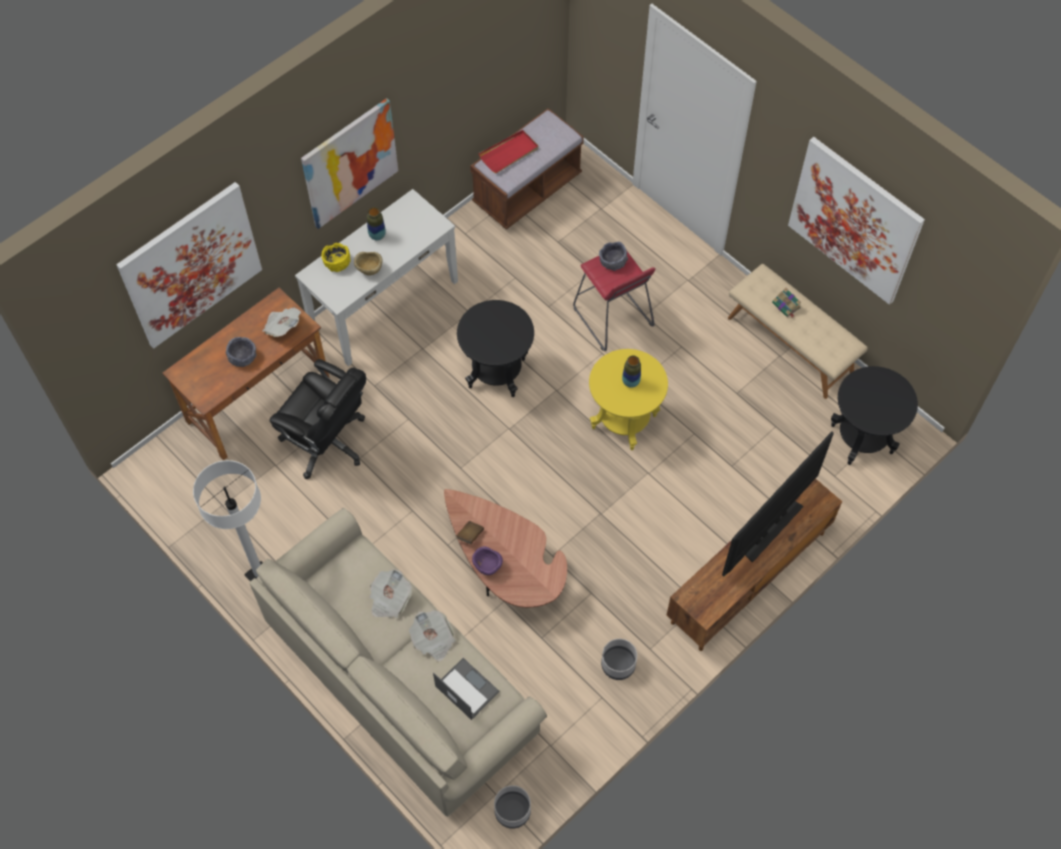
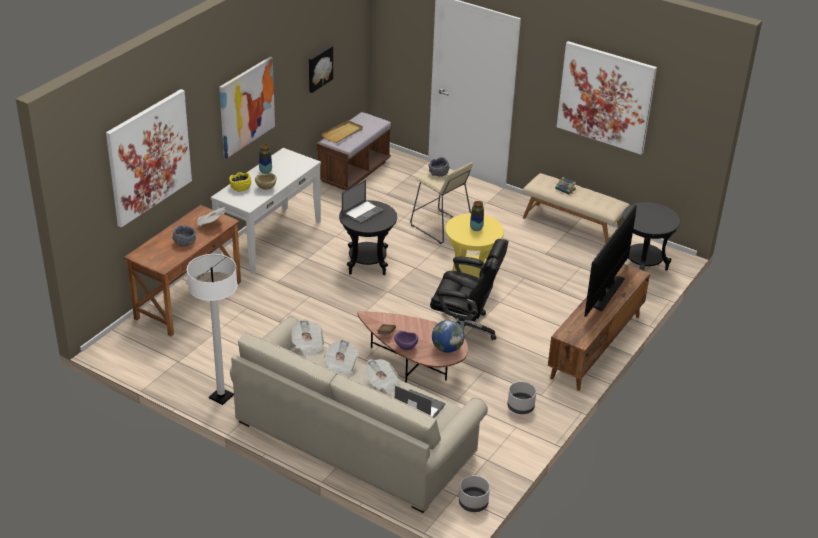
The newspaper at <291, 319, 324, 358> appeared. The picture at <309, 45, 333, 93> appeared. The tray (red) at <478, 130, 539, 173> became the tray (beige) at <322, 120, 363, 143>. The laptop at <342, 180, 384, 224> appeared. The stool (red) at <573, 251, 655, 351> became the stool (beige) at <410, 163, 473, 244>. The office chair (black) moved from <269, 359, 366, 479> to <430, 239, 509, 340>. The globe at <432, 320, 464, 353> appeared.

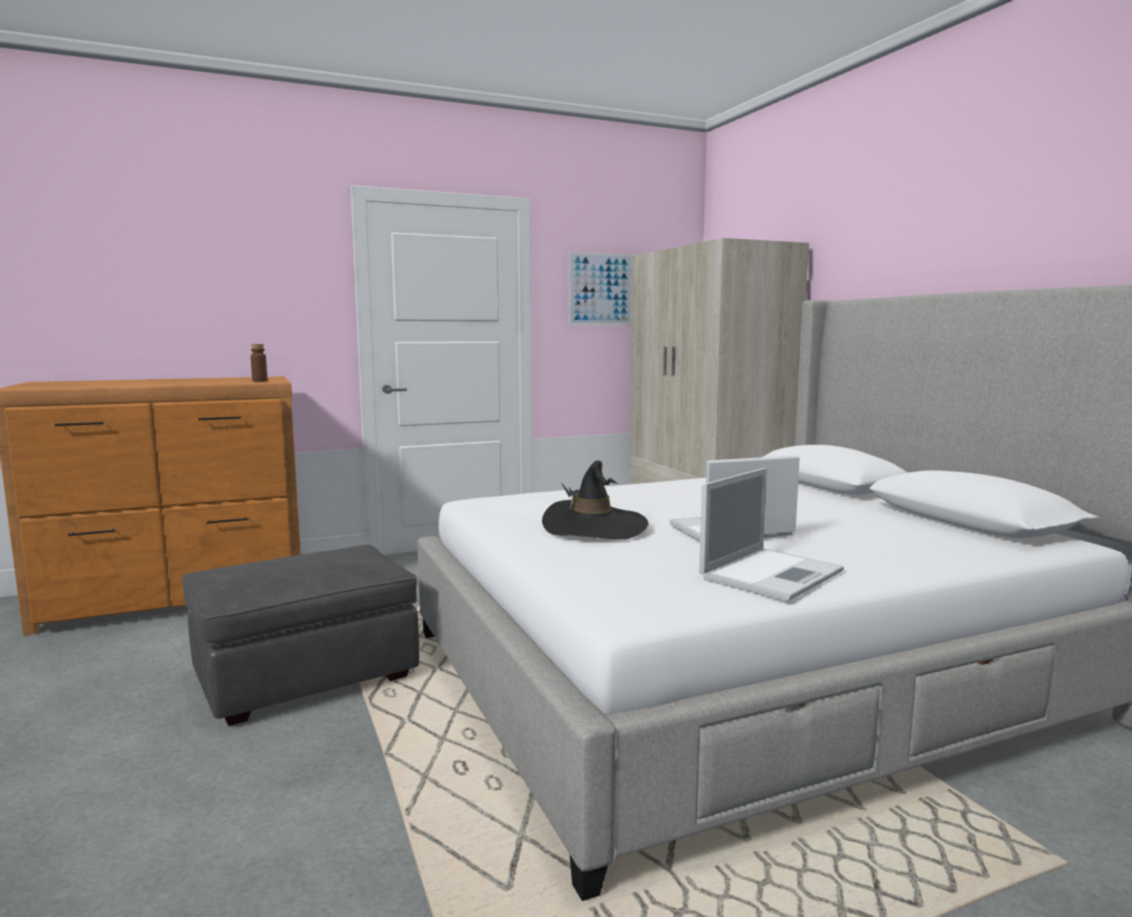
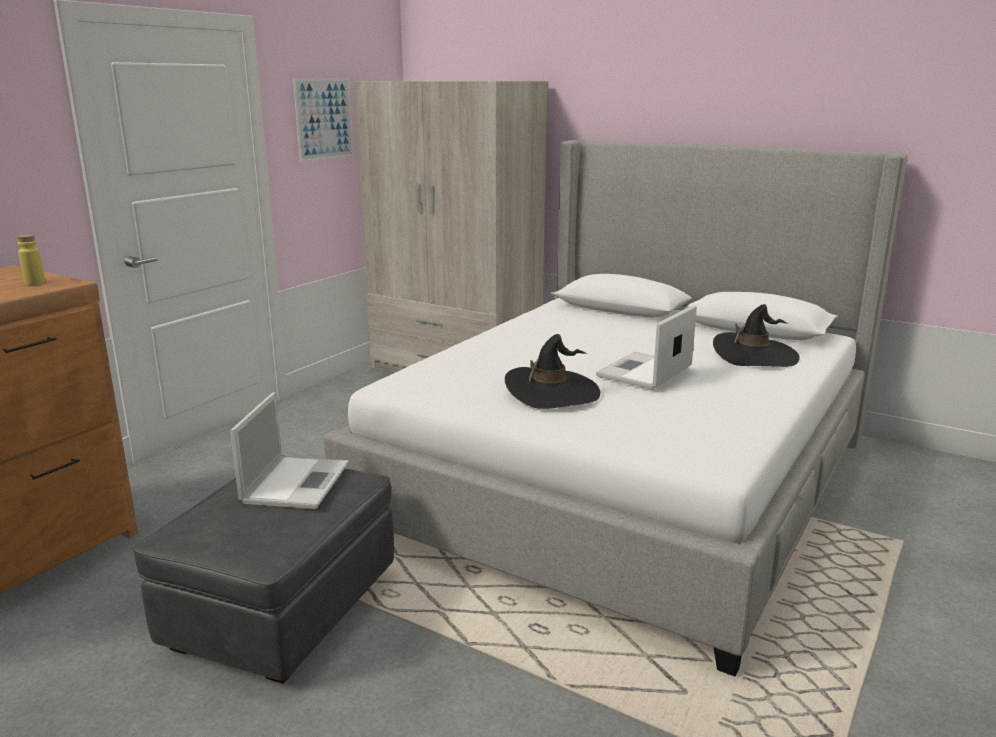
The bottle (brown) at <251, 344, 267, 381> became the bottle (yellow) at <17, 234, 45, 285>. The laptop moved from <699, 468, 844, 601> to <230, 392, 349, 509>. The hat (black) at <713, 304, 800, 367> appeared.

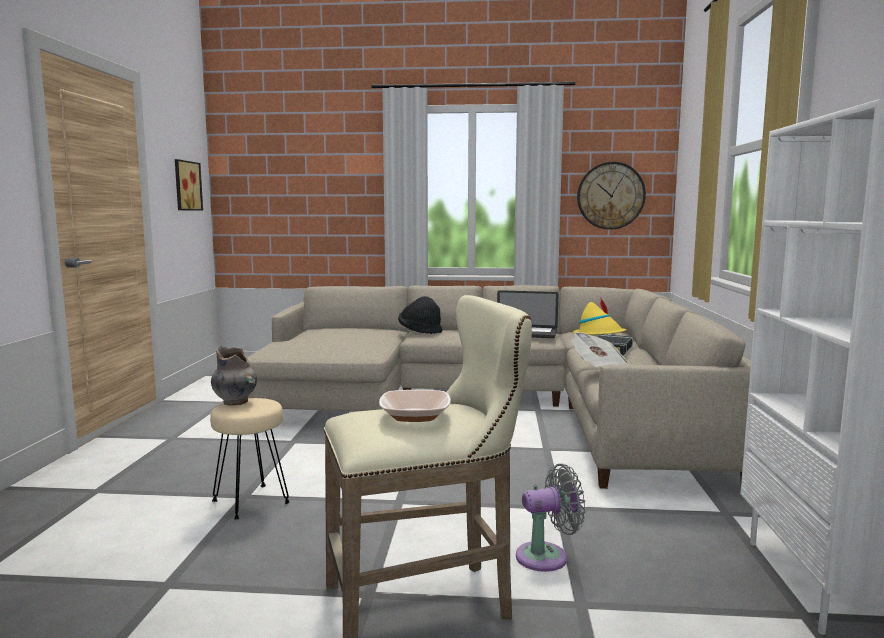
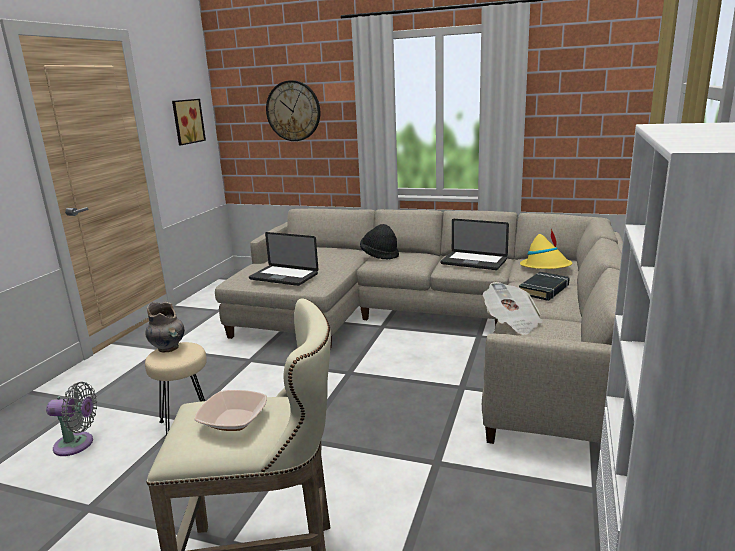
The fan (grey) moved from <516, 464, 586, 572> to <46, 382, 97, 456>. The laptop at <249, 232, 318, 286> appeared. The wall clock moved from <577, 162, 646, 230> to <266, 80, 320, 141>.

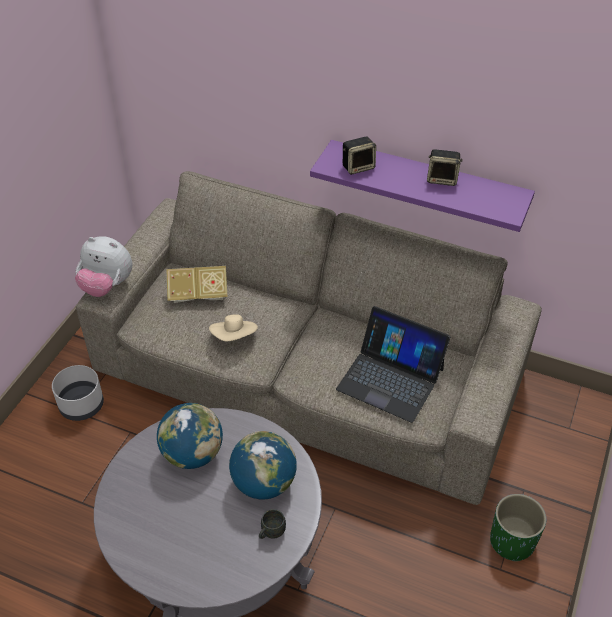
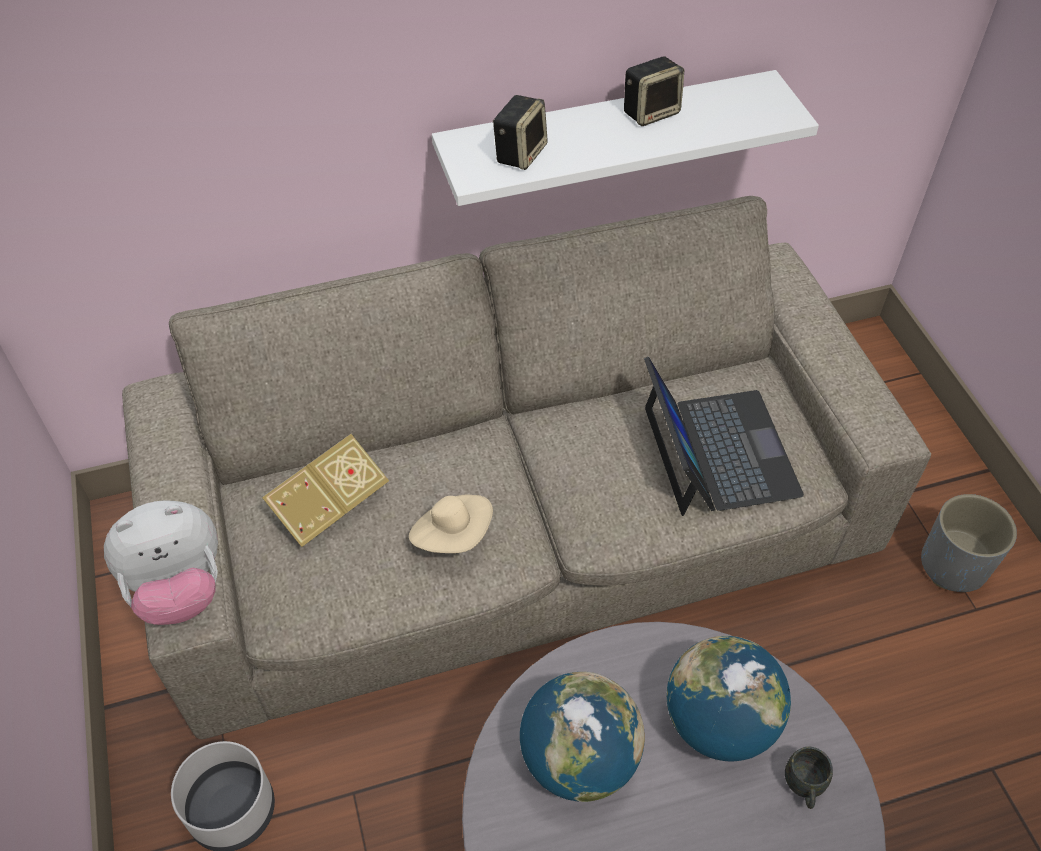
The shelf (purple) at <310, 140, 535, 232> became the shelf (white) at <432, 70, 819, 206>. The laptop at <336, 306, 450, 423> turned 90 degrees counterclockwise. The planter (green) at <490, 494, 546, 562> became the planter (grey) at <921, 494, 1017, 592>.

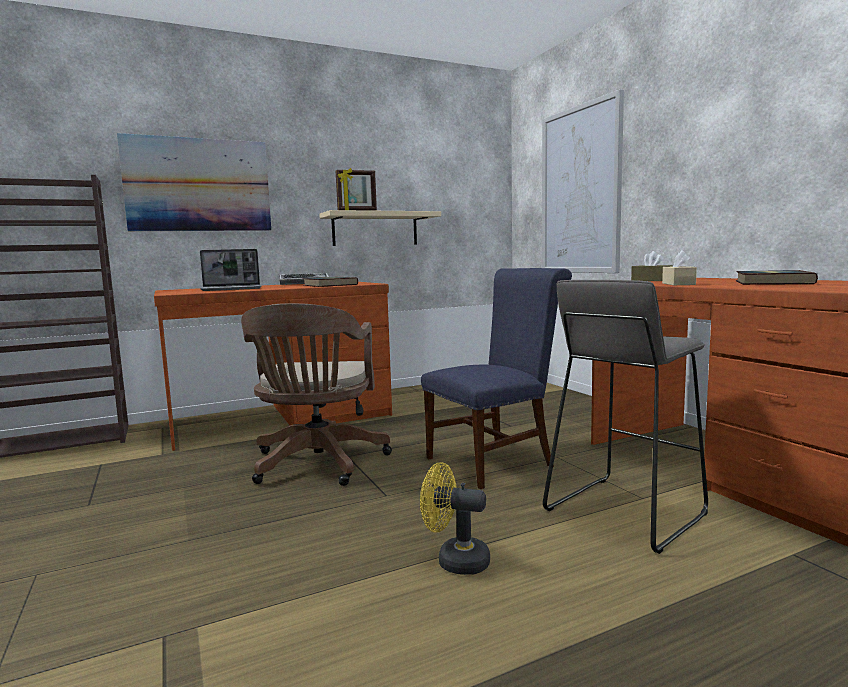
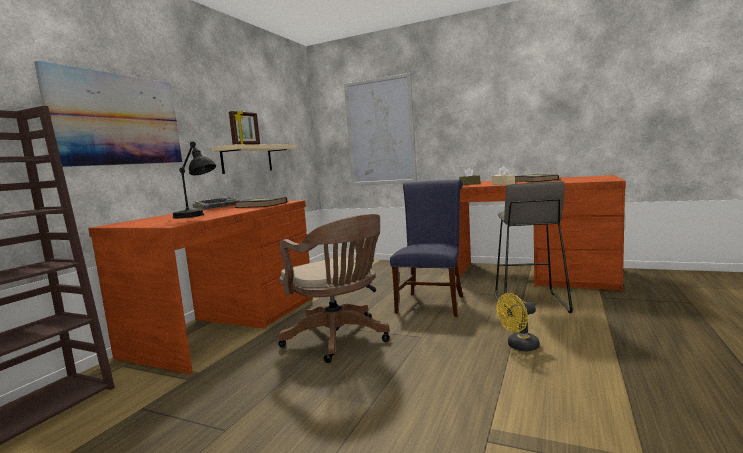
The laptop at <200, 249, 262, 291> was replaced by the table lamp (black) at <173, 142, 216, 218>.

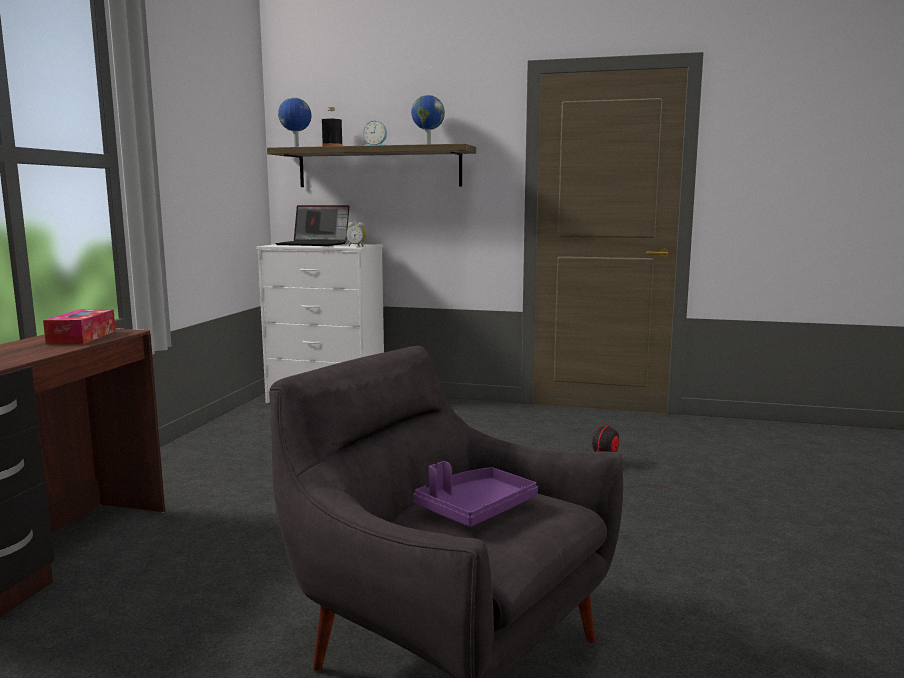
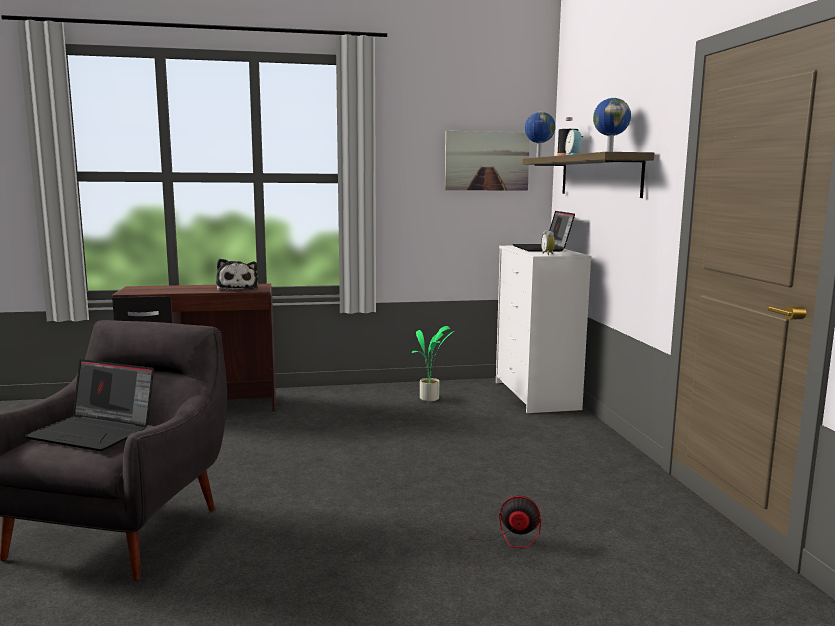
The tray (purple) at <413, 461, 538, 527> was replaced by the laptop at <25, 359, 154, 451>. The tissue box at <43, 309, 116, 344> was replaced by the plush toy at <216, 259, 258, 291>. The potted plant at <412, 326, 454, 402> appeared. The picture at <445, 131, 530, 191> appeared.

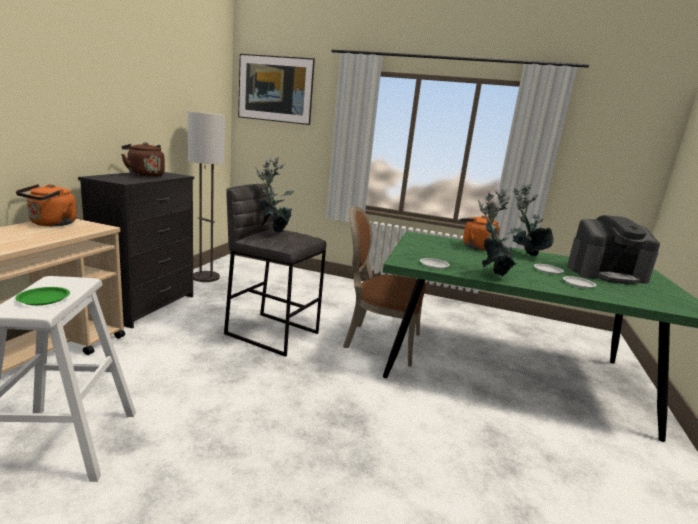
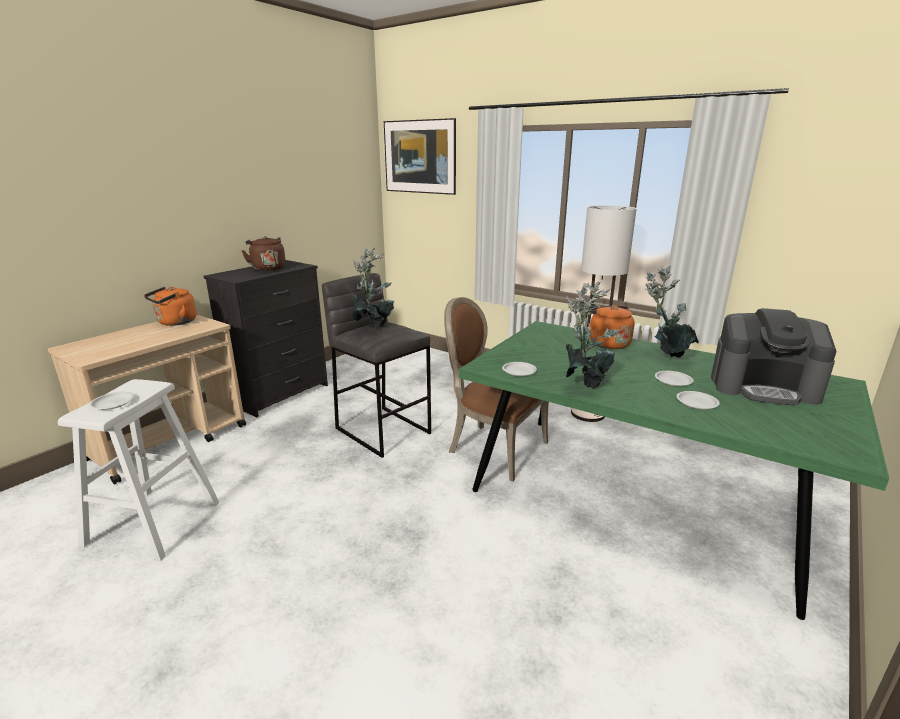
The plate (green) at <15, 287, 70, 305> became the plate (white) at <89, 392, 134, 410>. The floor lamp moved from <188, 111, 225, 282> to <571, 205, 637, 422>.

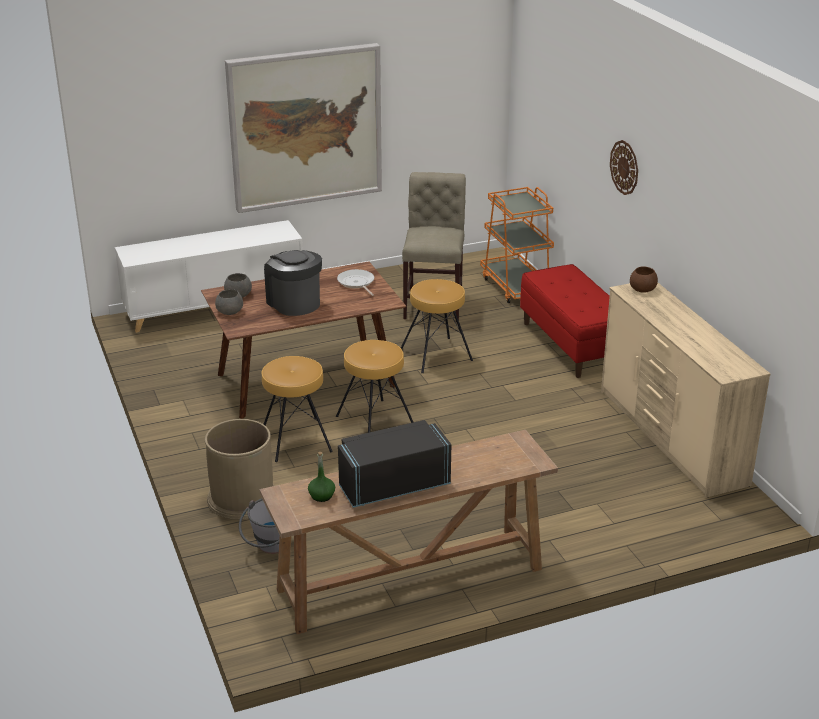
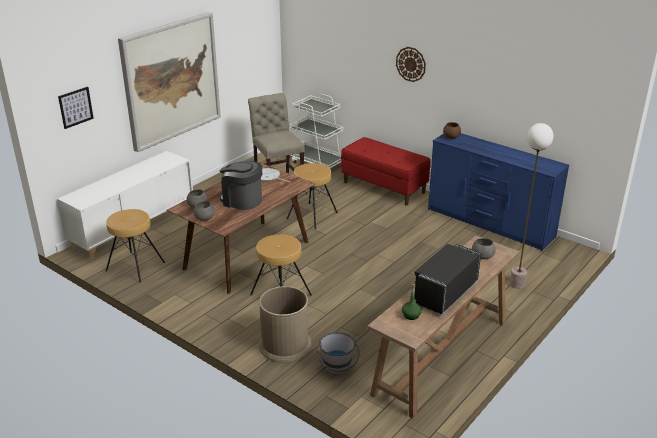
The picture at <58, 87, 94, 129> appeared. The stool (brown) moved from <336, 340, 413, 433> to <106, 209, 165, 282>. The cart (orange) at <480, 187, 554, 303> became the cart (white) at <289, 94, 343, 168>. The dresser (beige) at <601, 283, 771, 498> became the dresser (blue) at <428, 133, 569, 251>. The bowl (grey) at <472, 238, 496, 259> appeared. The floor lamp at <510, 123, 553, 289> appeared.

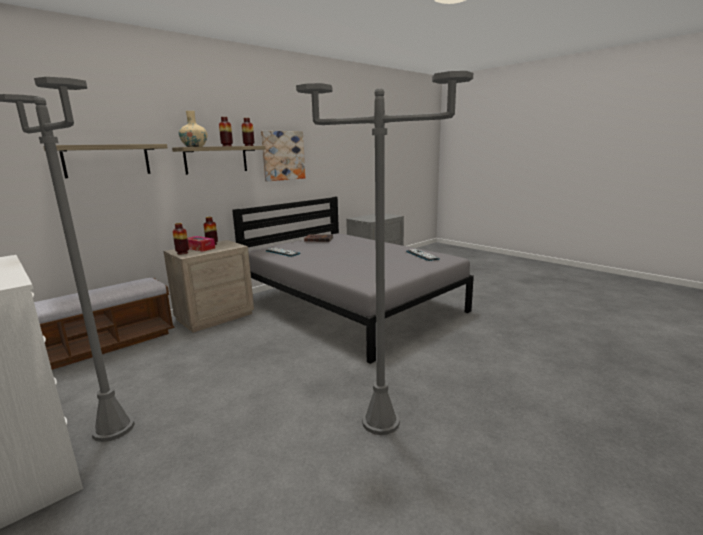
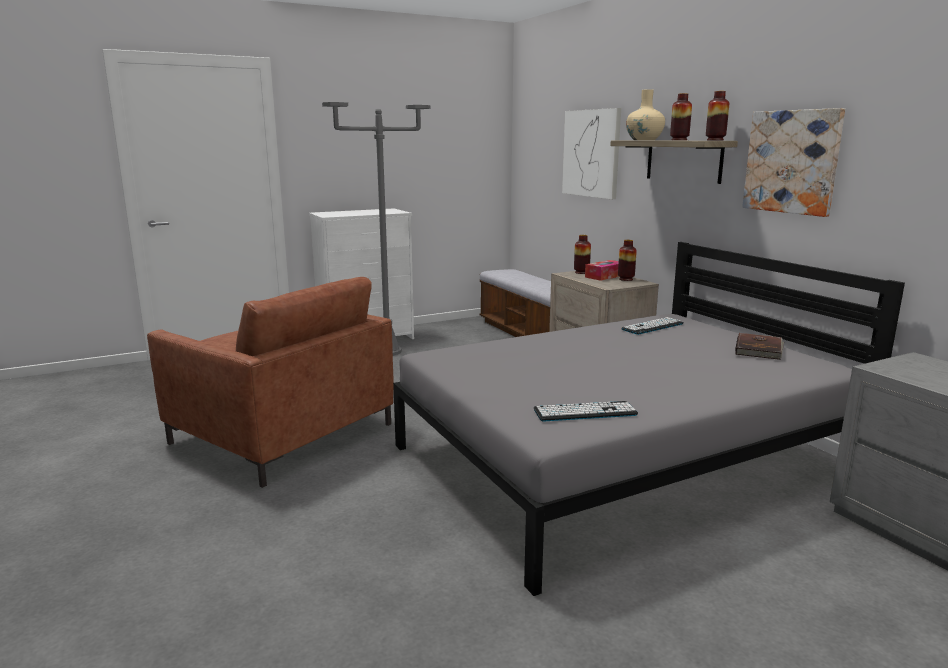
The floor lamp (grey) at <296, 71, 473, 435> was replaced by the armchair (brown) at <147, 277, 393, 488>. The shelf at <43, 144, 167, 178> was replaced by the picture at <562, 108, 621, 199>.

